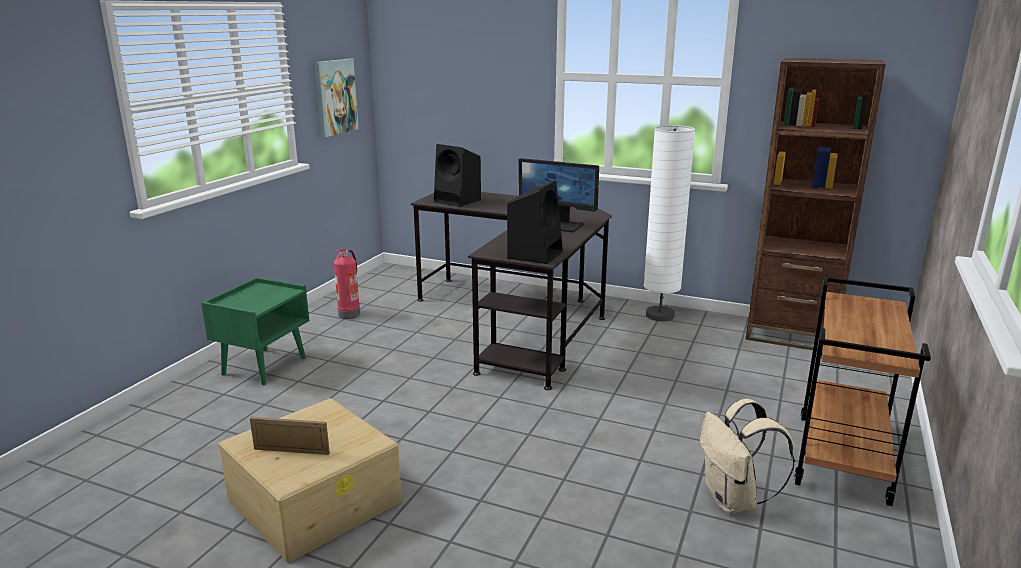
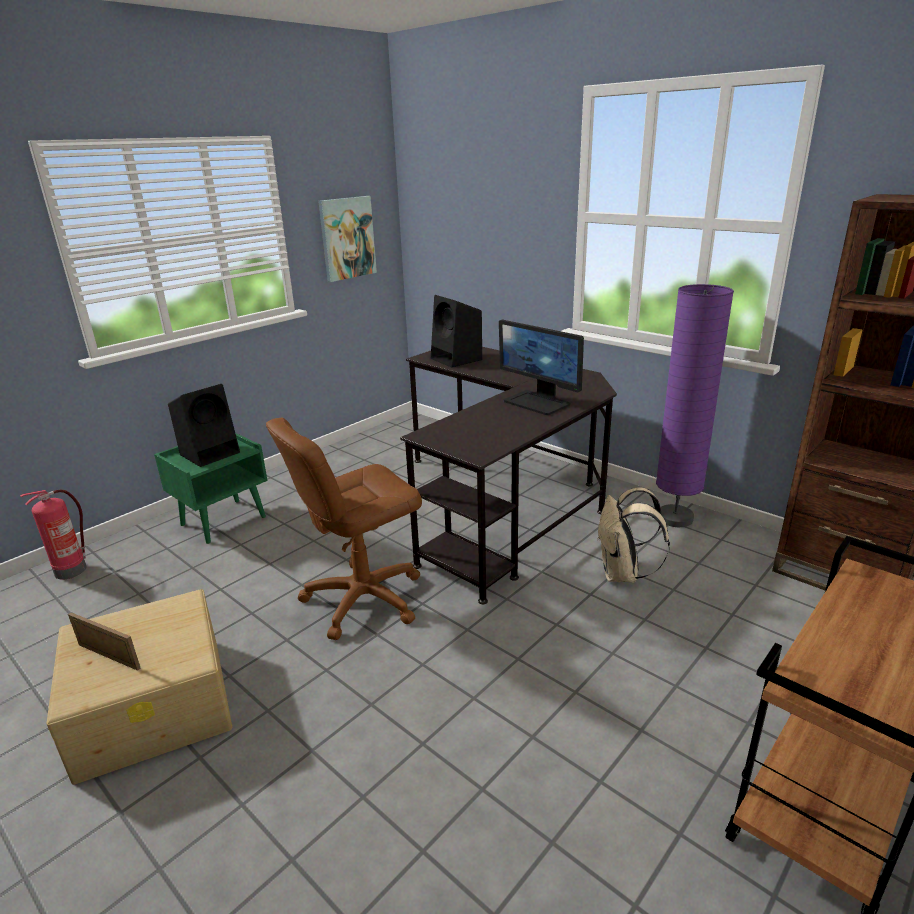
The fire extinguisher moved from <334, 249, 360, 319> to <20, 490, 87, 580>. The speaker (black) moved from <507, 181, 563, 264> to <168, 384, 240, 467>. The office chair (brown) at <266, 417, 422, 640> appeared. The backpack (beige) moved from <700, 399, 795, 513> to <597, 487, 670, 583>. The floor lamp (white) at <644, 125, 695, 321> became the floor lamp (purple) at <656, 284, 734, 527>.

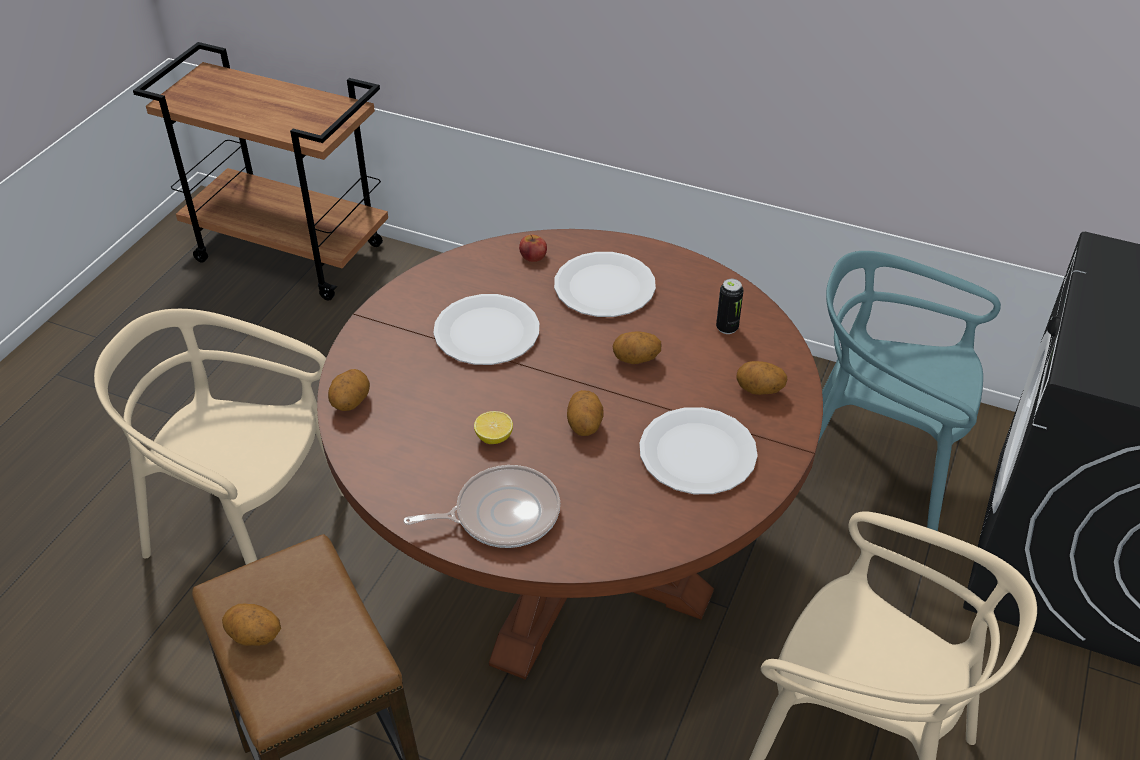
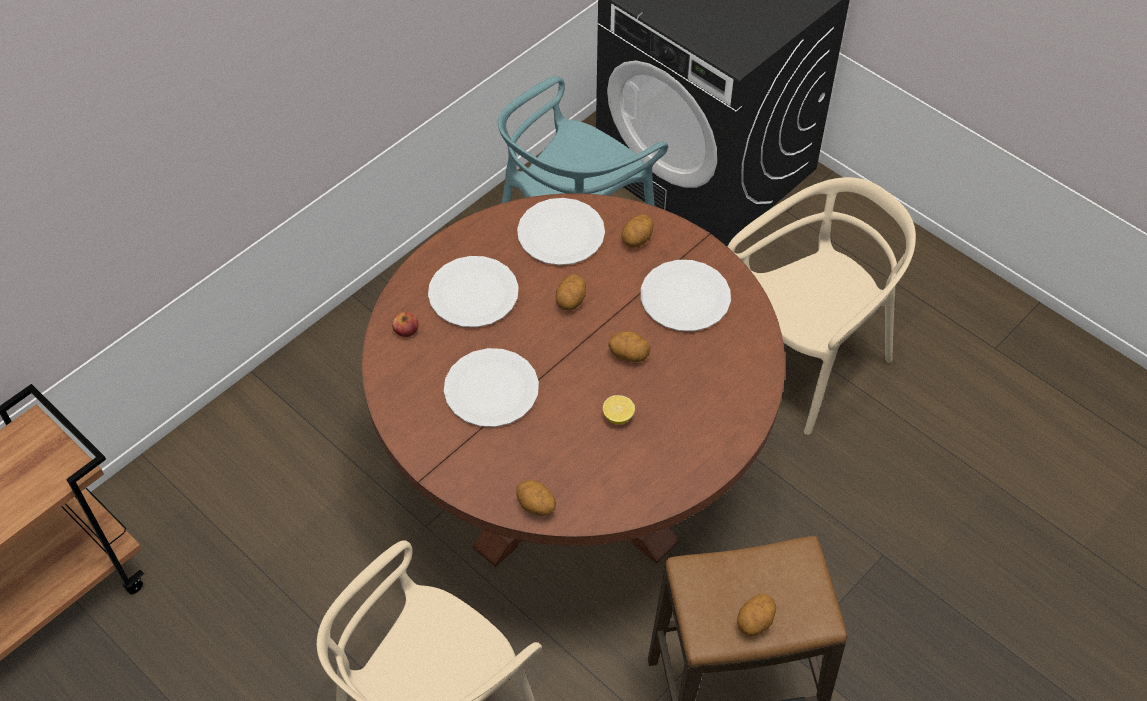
The can at <716, 279, 743, 334> was replaced by the plate (white) at <517, 198, 605, 265>. The frying pan at <403, 465, 560, 548> disappeared.

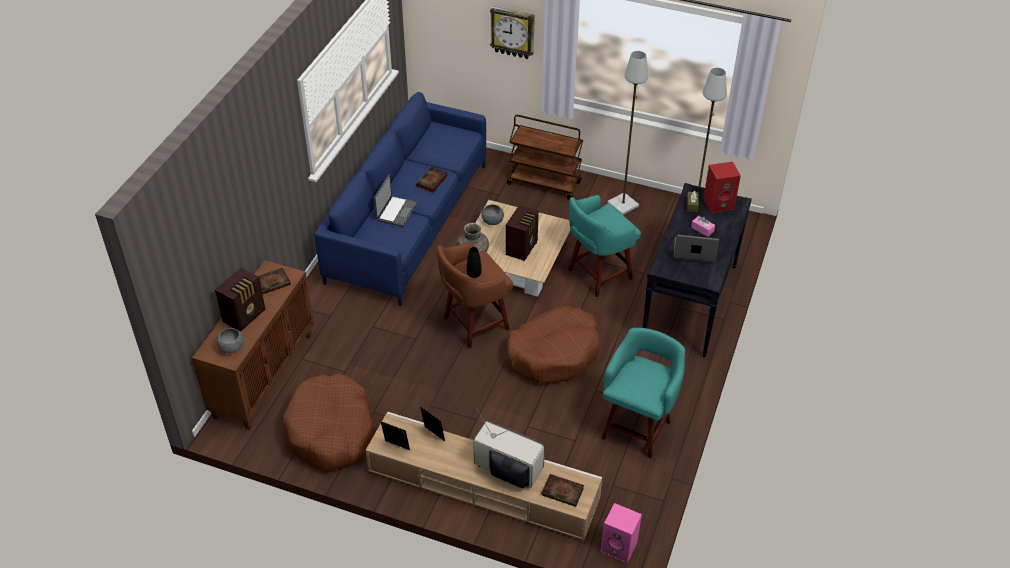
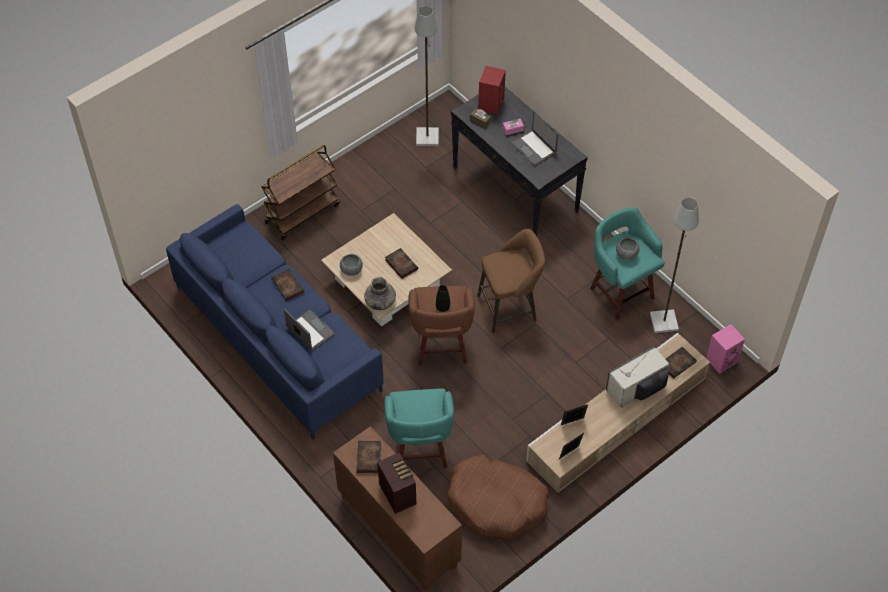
The stool (turquoise) moved from <568, 195, 641, 297> to <384, 388, 454, 468>. The radio at <506, 205, 539, 261> was replaced by the book at <385, 248, 418, 279>. The dog bed (brown) at <506, 306, 600, 384> was replaced by the stool (brown) at <477, 229, 545, 333>. The laptop at <673, 235, 719, 263> turned 75 degrees counterclockwise. The bowl (grey) moved from <216, 328, 244, 353> to <616, 238, 639, 260>. The floor lamp (grey) moved from <607, 51, 648, 215> to <650, 198, 699, 333>. The wall clock at <490, 6, 535, 59> disappeared.

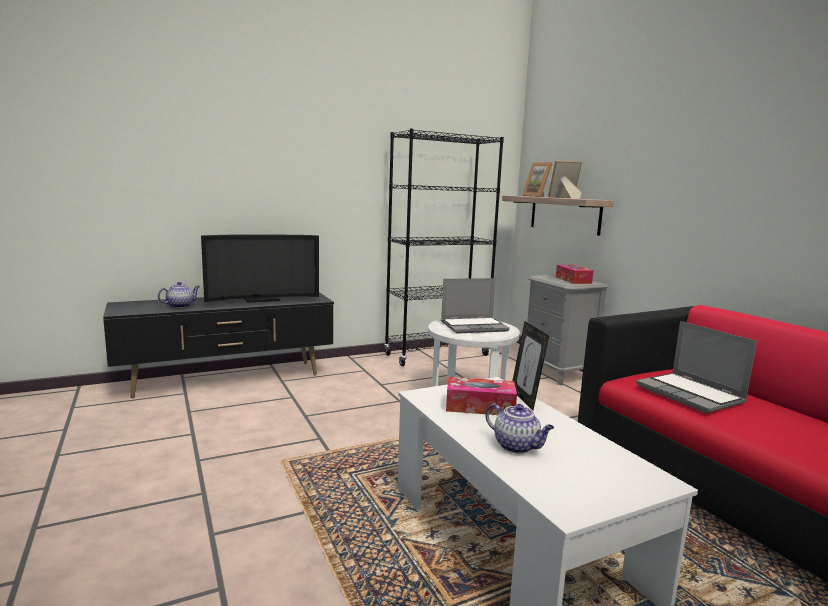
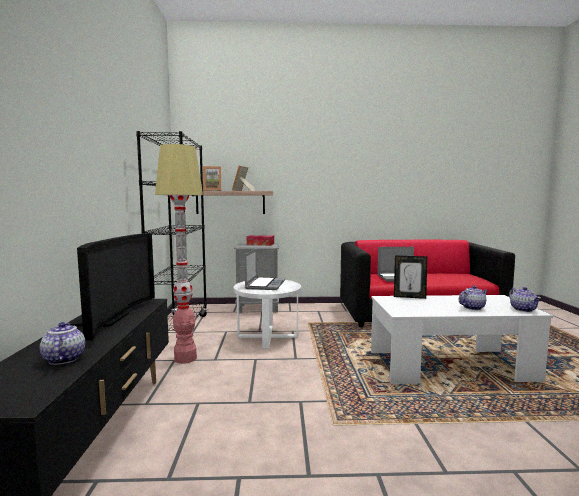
The floor lamp at <155, 144, 203, 364> appeared. The teapot at <509, 287, 541, 312> appeared. The tissue box at <446, 377, 517, 415> disappeared.

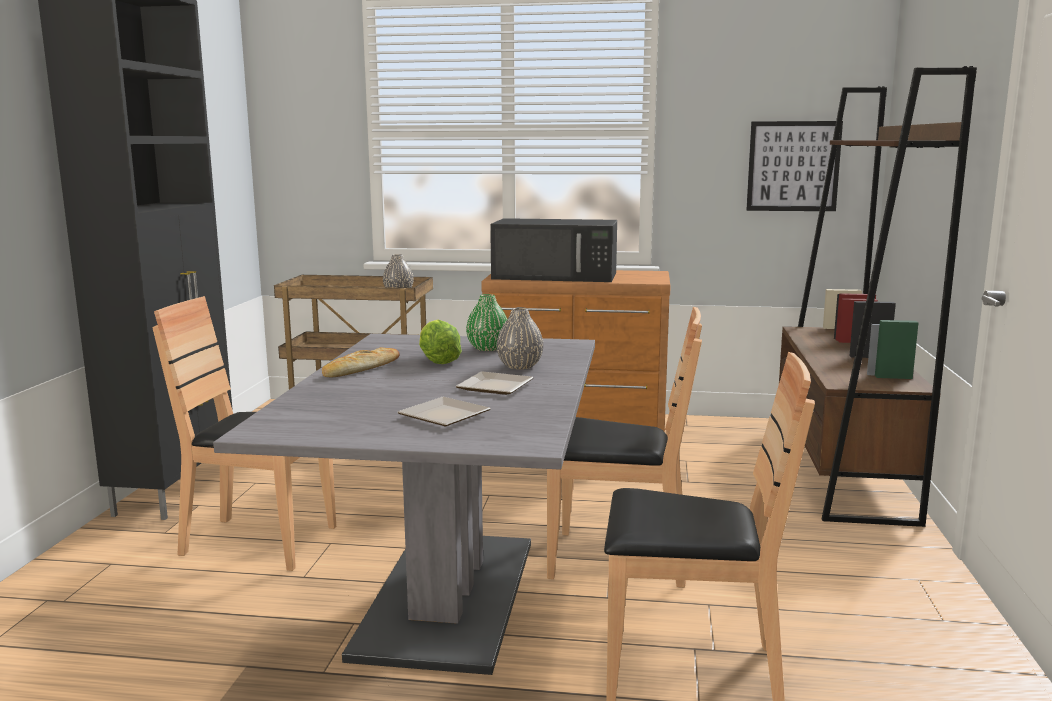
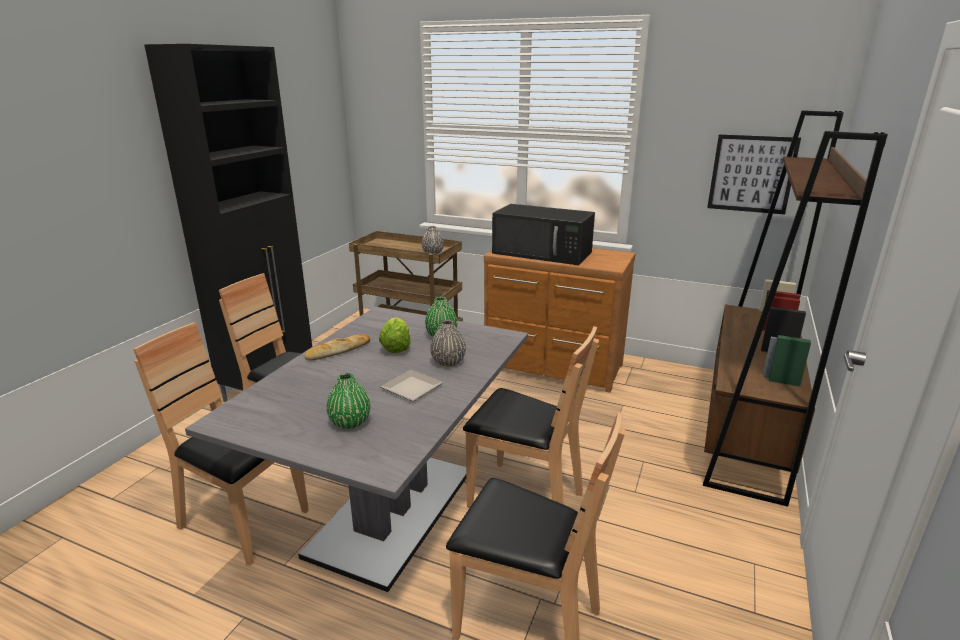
The chair (brown) at <133, 322, 309, 566> appeared. The plate at <397, 397, 491, 426> was replaced by the vase (green) at <326, 373, 370, 429>.

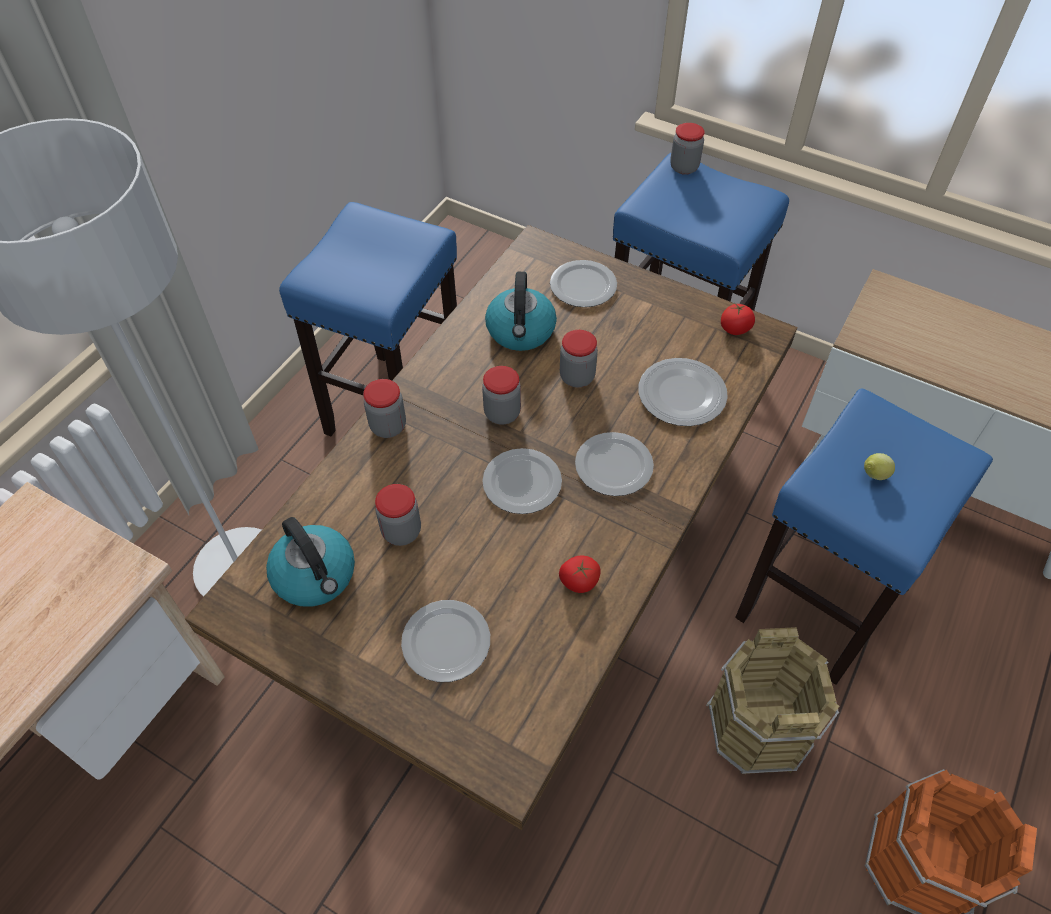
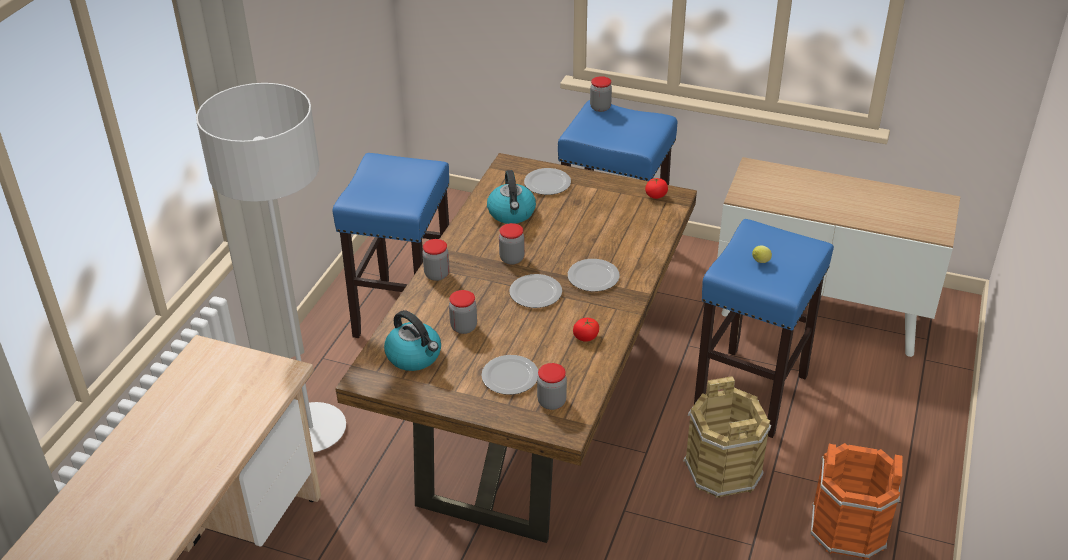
The jar moved from <560, 330, 598, 387> to <537, 363, 567, 410>. The plate at <638, 358, 728, 426> disappeared.

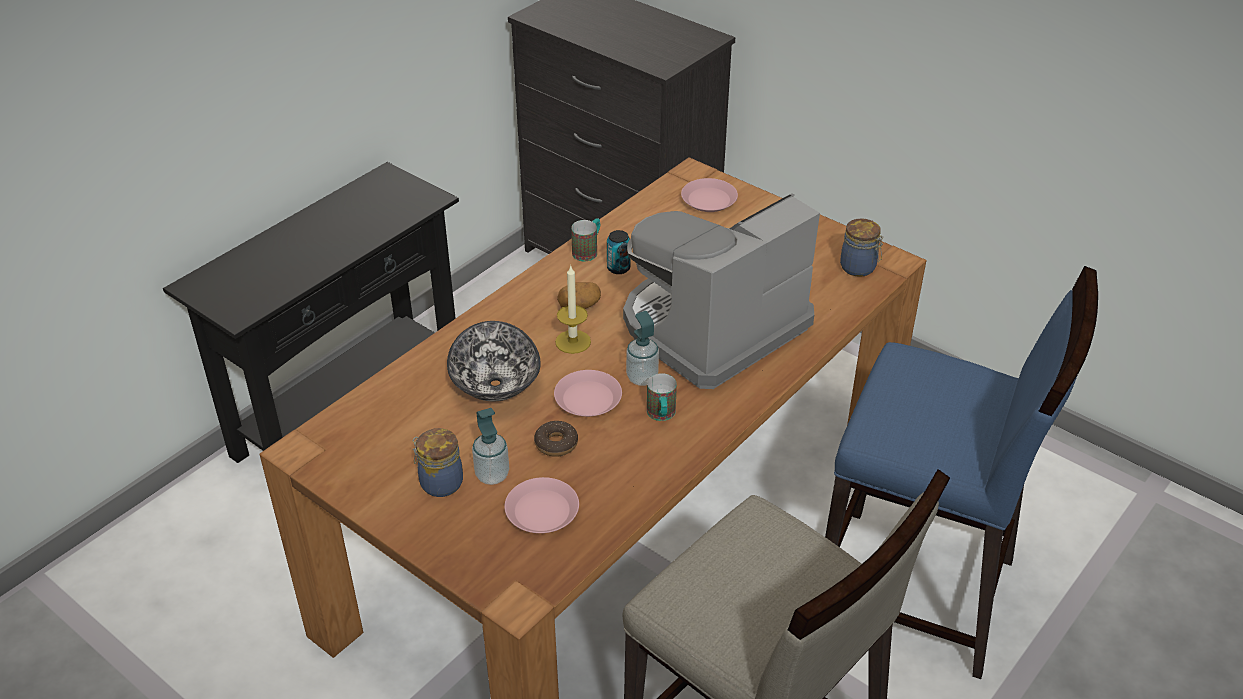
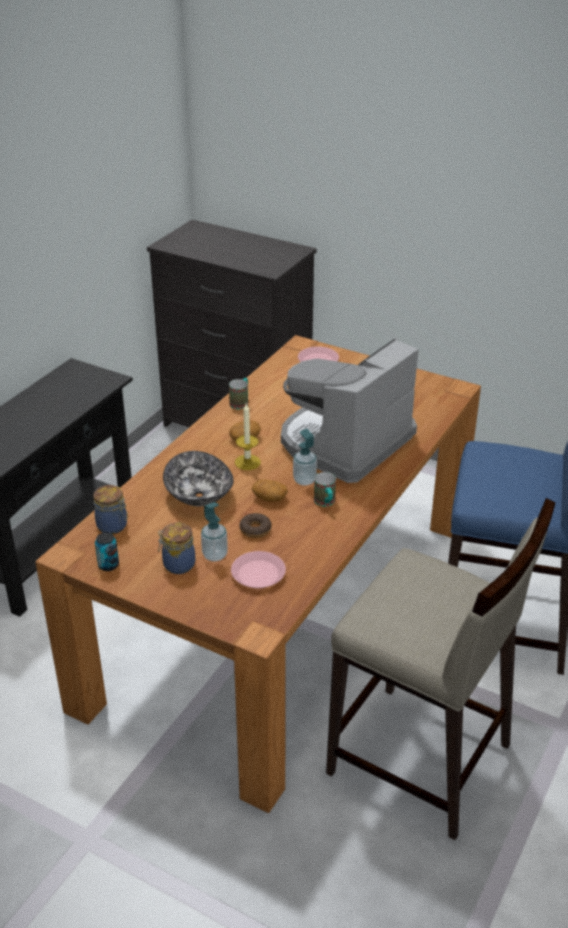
The jar moved from <840, 218, 884, 277> to <93, 485, 128, 534>. The can moved from <607, 230, 631, 274> to <95, 532, 119, 571>. The plate (pink) at <554, 370, 622, 417> was replaced by the potato at <252, 479, 288, 502>.

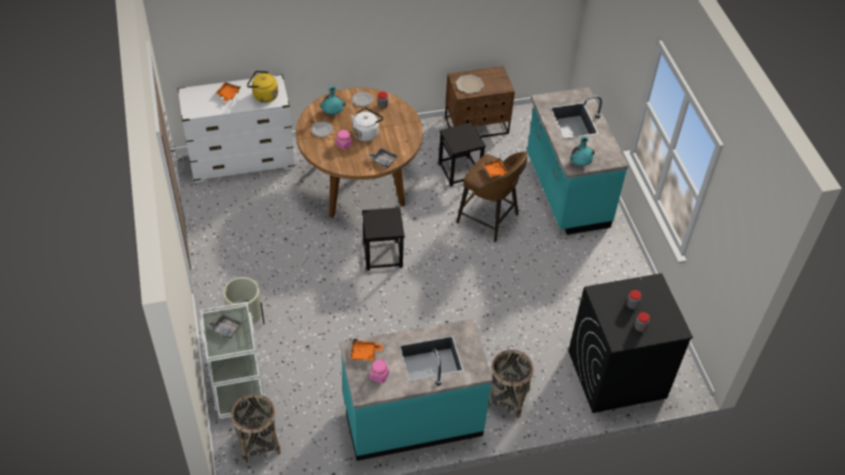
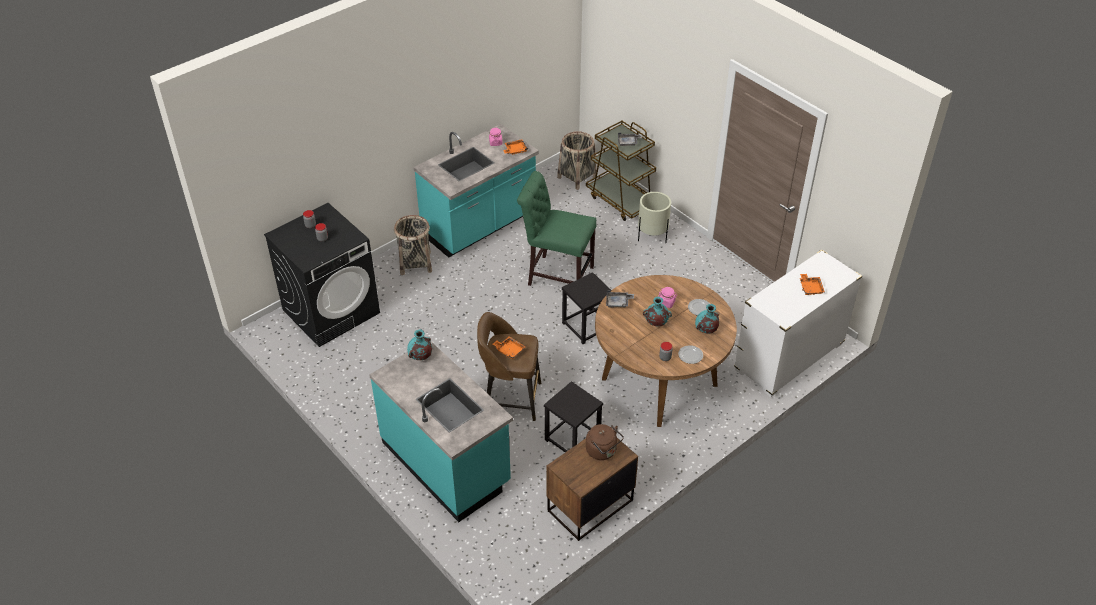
The chair (green) at <517, 171, 596, 286> appeared. The cart (white) at <200, 302, 265, 419> became the cart (brown) at <586, 121, 656, 221>. The plate at <455, 74, 484, 94> was replaced by the kettle (brown) at <586, 424, 624, 460>. The kettle (white) at <351, 107, 384, 141> was replaced by the vase (turquoise) at <643, 297, 672, 326>. The kettle (yellow) at <247, 71, 278, 103> disappeared.

